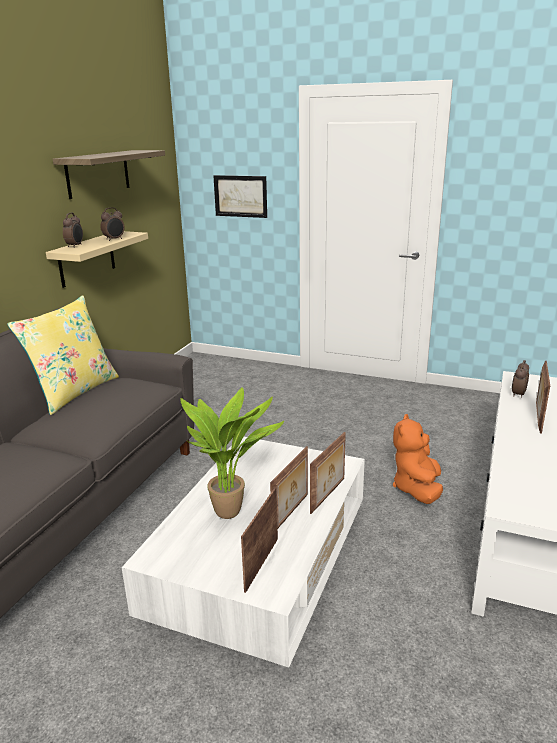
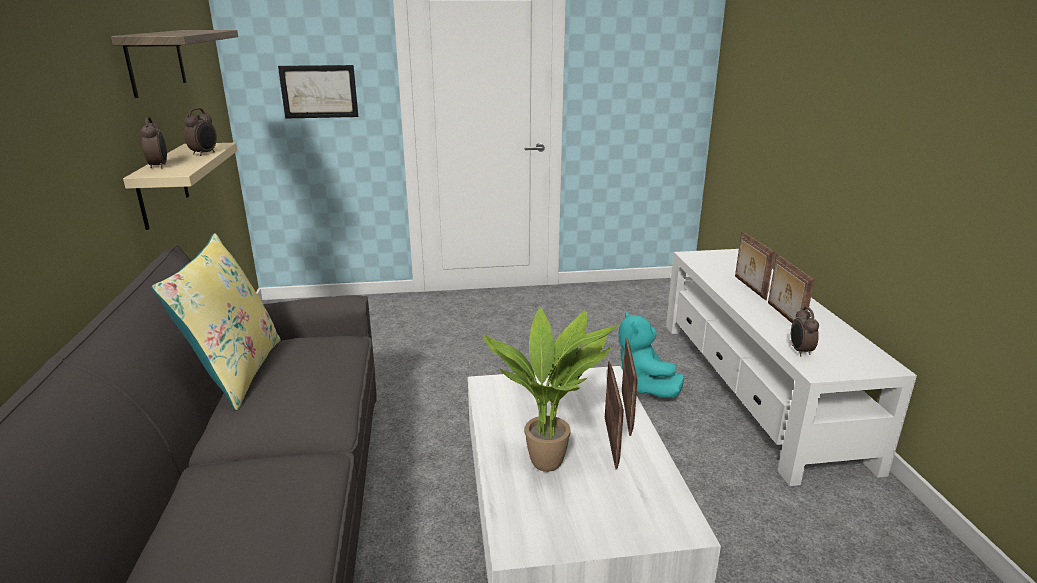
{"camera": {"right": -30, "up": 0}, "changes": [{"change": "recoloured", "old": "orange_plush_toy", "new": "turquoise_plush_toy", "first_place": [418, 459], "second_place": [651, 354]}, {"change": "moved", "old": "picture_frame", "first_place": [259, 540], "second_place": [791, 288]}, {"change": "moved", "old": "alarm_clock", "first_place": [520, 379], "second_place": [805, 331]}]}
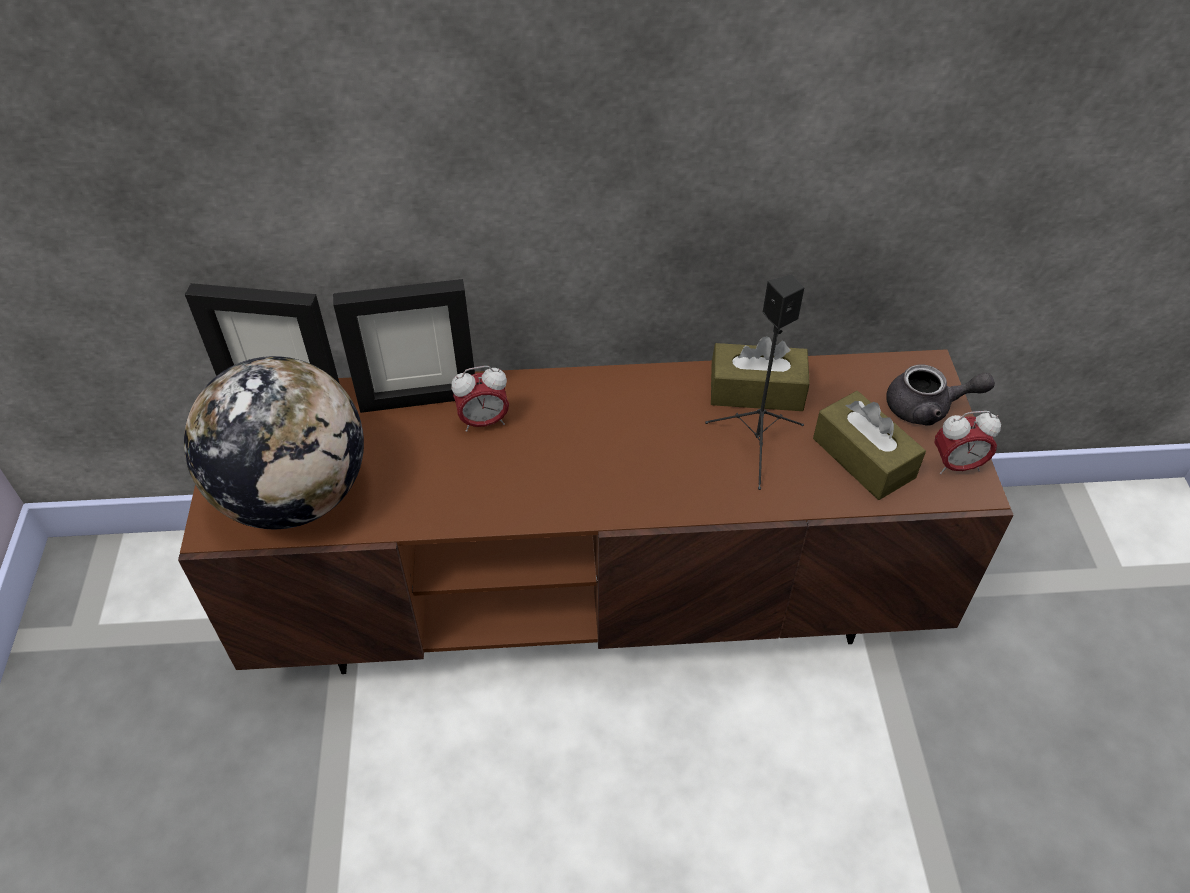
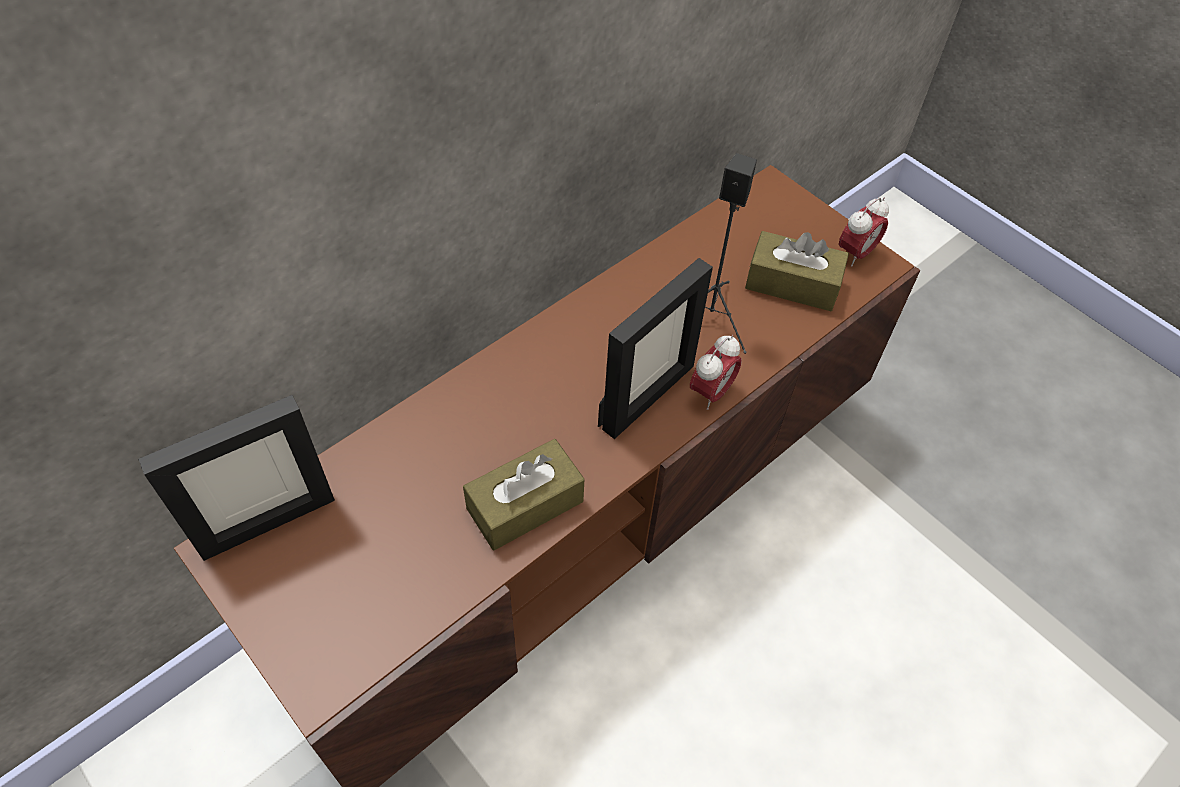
{"camera": {"right": -40, "up": 5}, "changes": [{"change": "moved", "old": "brown_tissue_box", "first_place": [760, 373], "second_place": [523, 494]}, {"change": "moved", "old": "picture_frame", "first_place": [404, 346], "second_place": [655, 348]}, {"change": "moved", "old": "alarm_clock", "first_place": [480, 399], "second_place": [716, 372]}, {"change": "removed", "old": "globe", "first_place": [274, 442]}, {"change": "removed", "old": "grey_teapot", "first_place": [940, 395]}]}
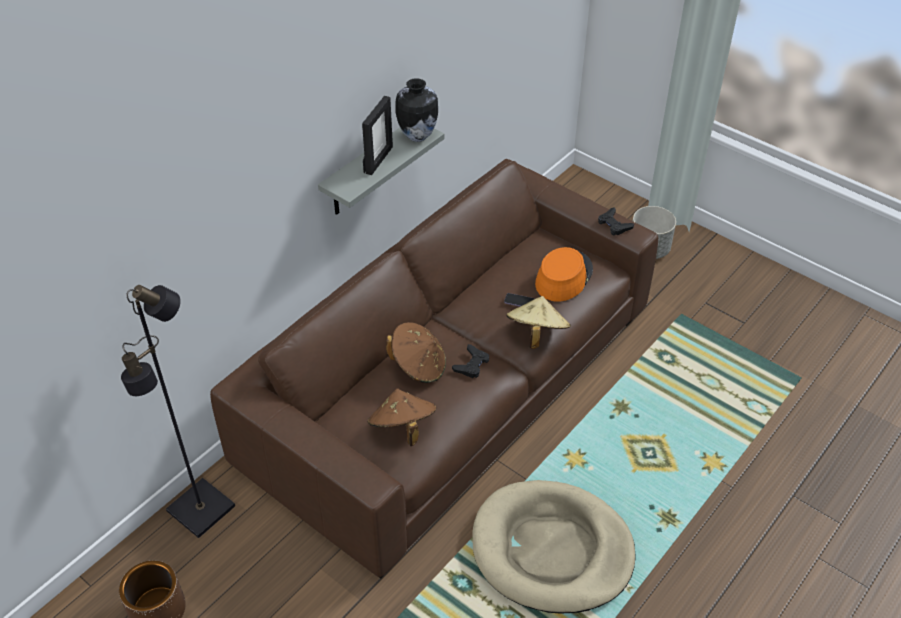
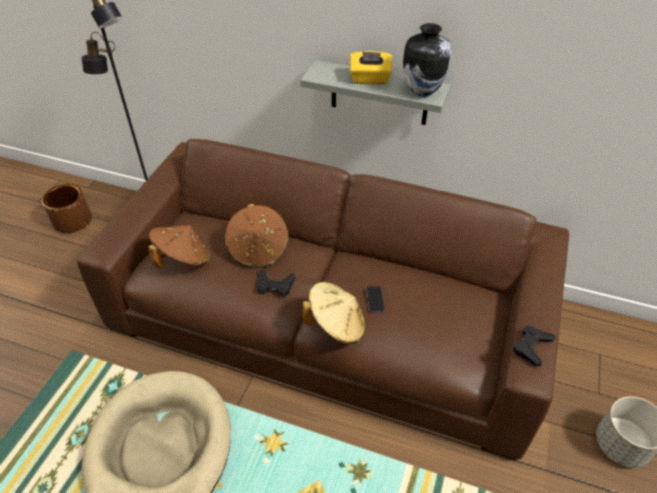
{"camera": {"right": 70, "up": 0}, "changes": [{"change": "replaced", "old": "picture_frame", "new": "yellow_tissue_box", "first_place": [377, 135], "second_place": [371, 68]}, {"change": "removed", "old": "orange_hat", "first_place": [564, 274]}]}
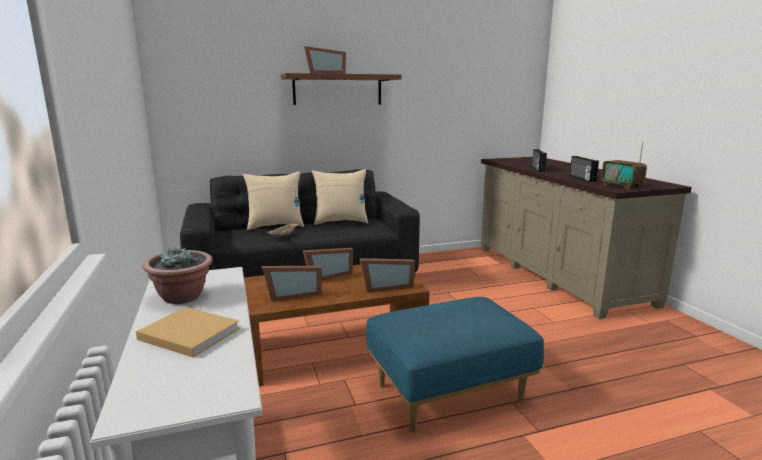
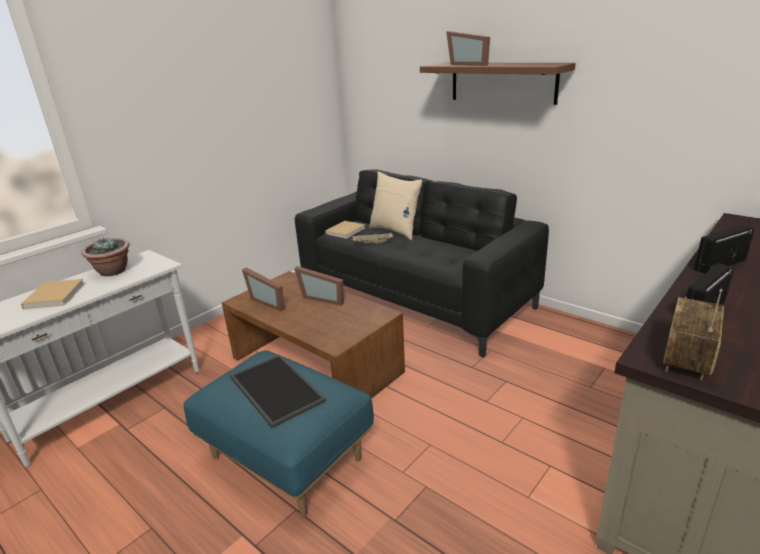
{"camera": {"right": 60, "up": 10}, "changes": [{"change": "added", "new": "tray", "second_place": [278, 391]}, {"change": "added", "new": "beige_book", "second_place": [345, 230]}, {"change": "removed", "old": "beige_pillow", "first_place": [340, 197]}, {"change": "removed", "old": "picture_frame", "first_place": [387, 275]}]}
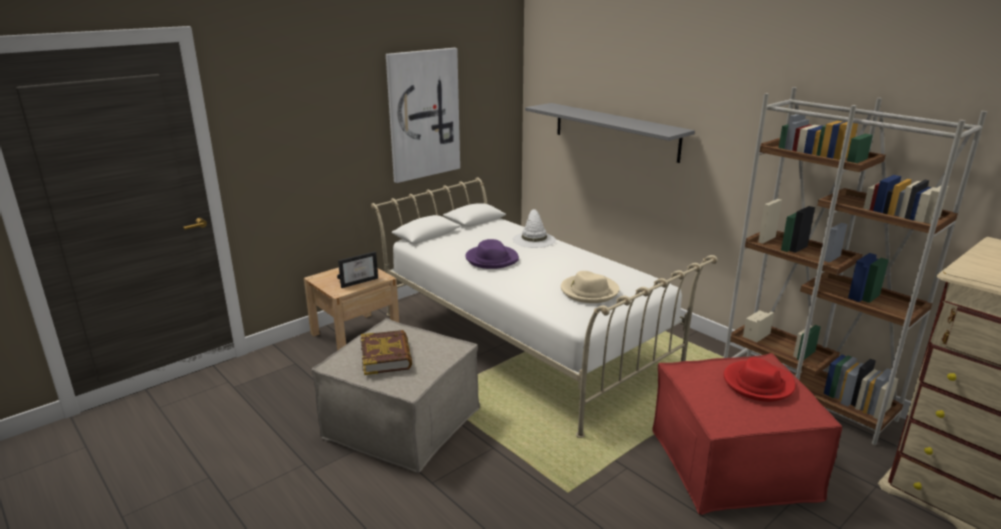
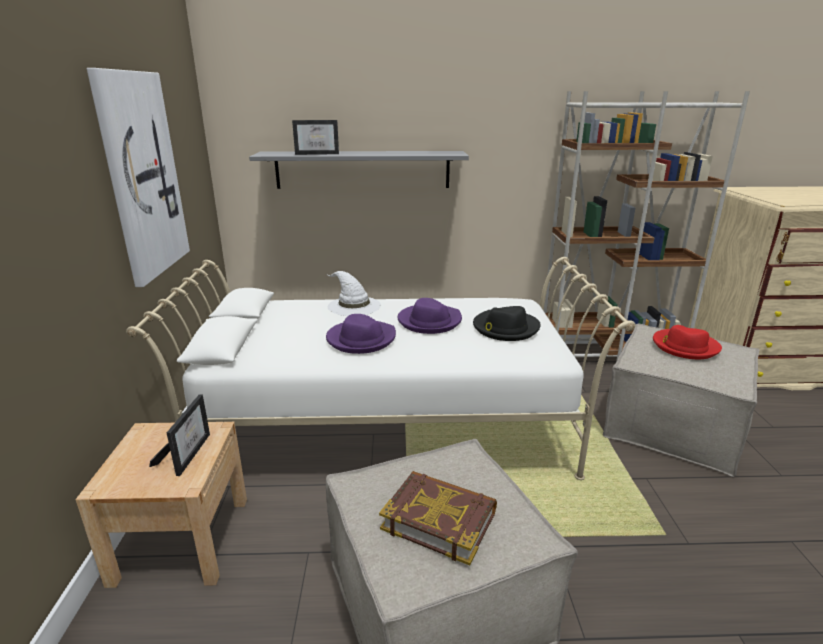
{"camera": {"right": -50, "up": 0}, "changes": [{"change": "added", "new": "picture_frame", "second_place": [315, 137]}, {"change": "added", "new": "purple_hat", "second_place": [430, 316]}, {"change": "recoloured", "old": "beige_hat", "new": "black_hat", "first_place": [590, 287], "second_place": [507, 323]}, {"change": "recoloured", "old": "red_ottoman", "new": "beige_ottoman", "first_place": [747, 434], "second_place": [681, 400]}]}
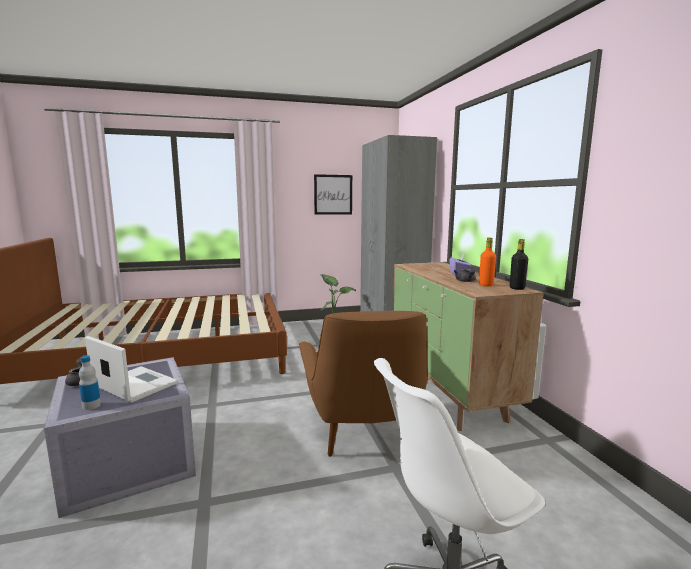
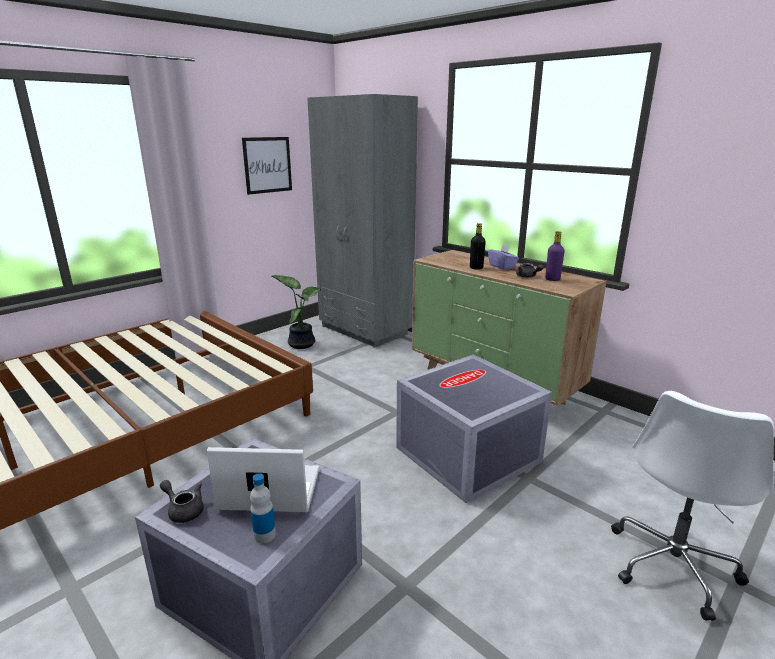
{"camera": {"right": -30, "up": 10}, "changes": [{"change": "replaced", "old": "brown_armchair", "new": "grey_storage_box", "first_place": [363, 384], "second_place": [474, 428]}, {"change": "moved", "old": "black_bottle", "first_place": [519, 264], "second_place": [478, 246]}, {"change": "recoloured", "old": "orange_bottle", "new": "purple_bottle", "first_place": [487, 262], "second_place": [554, 256]}]}
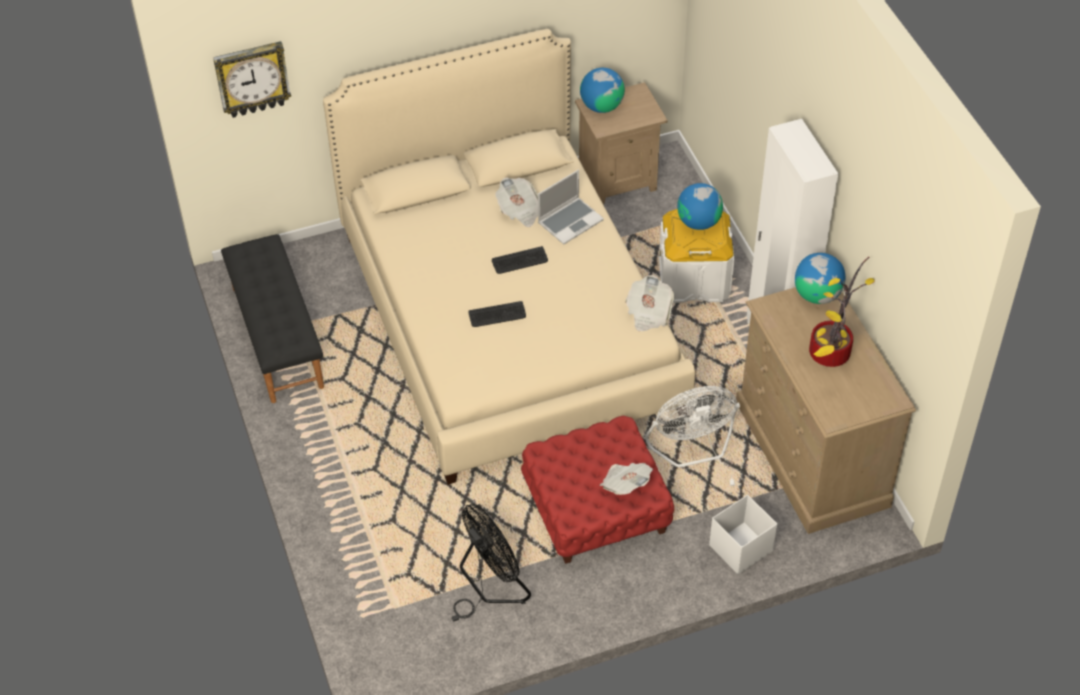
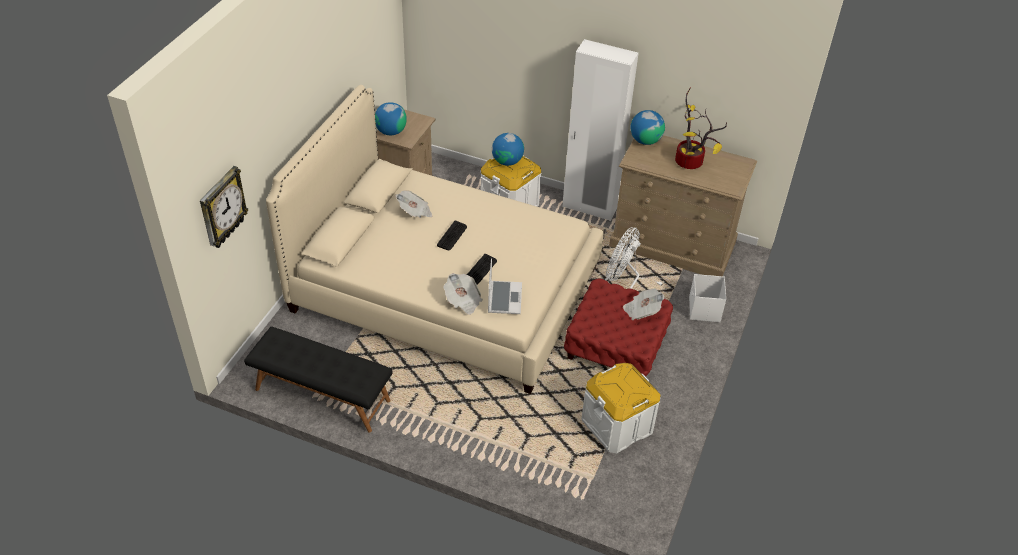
{"camera": {"right": -50, "up": -5}, "changes": [{"change": "moved", "old": "newspaper", "first_place": [650, 303], "second_place": [463, 294]}, {"change": "moved", "old": "laptop", "first_place": [571, 207], "second_place": [505, 286]}, {"change": "replaced", "old": "black_fan", "new": "white_storage_box", "first_place": [491, 563], "second_place": [621, 408]}]}
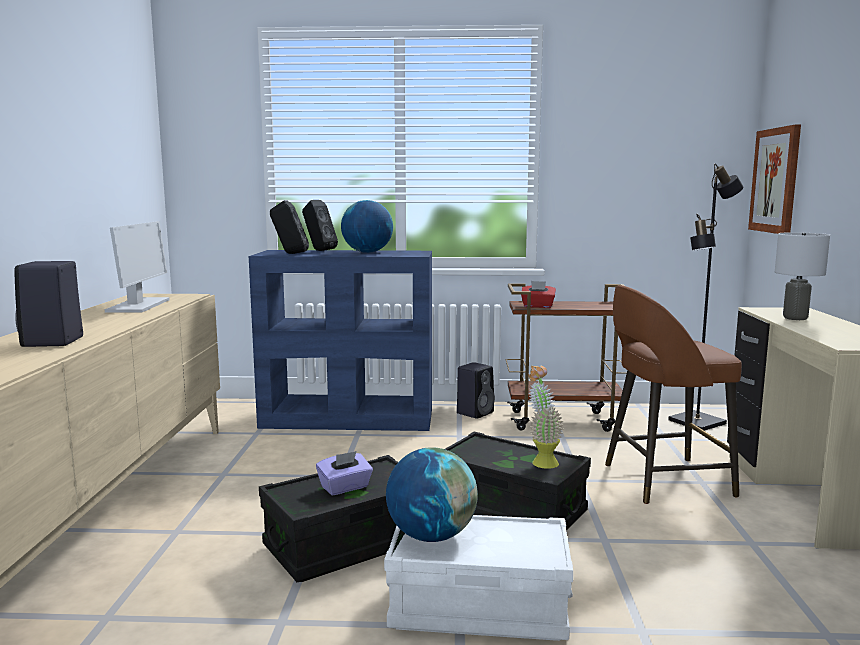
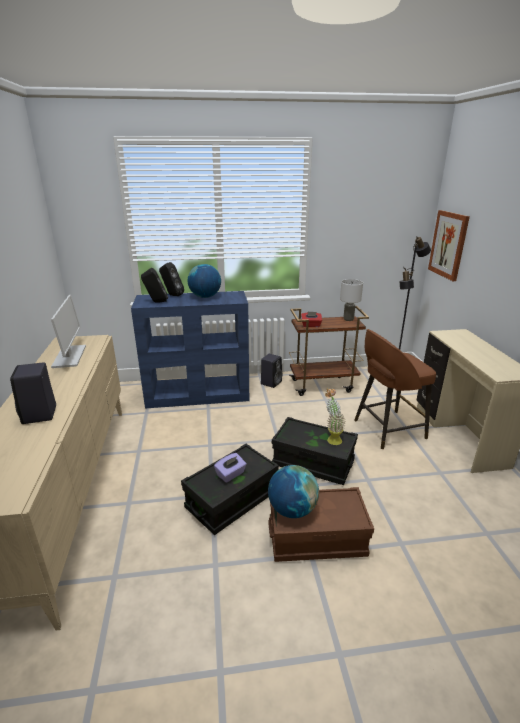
{"camera": {"right": -10, "up": 15}, "changes": [{"change": "recoloured", "old": "white_storage_box", "new": "brown_storage_box", "first_place": [478, 578], "second_place": [321, 524]}, {"change": "moved", "old": "white_table_lamp", "first_place": [802, 276], "second_place": [351, 300]}]}
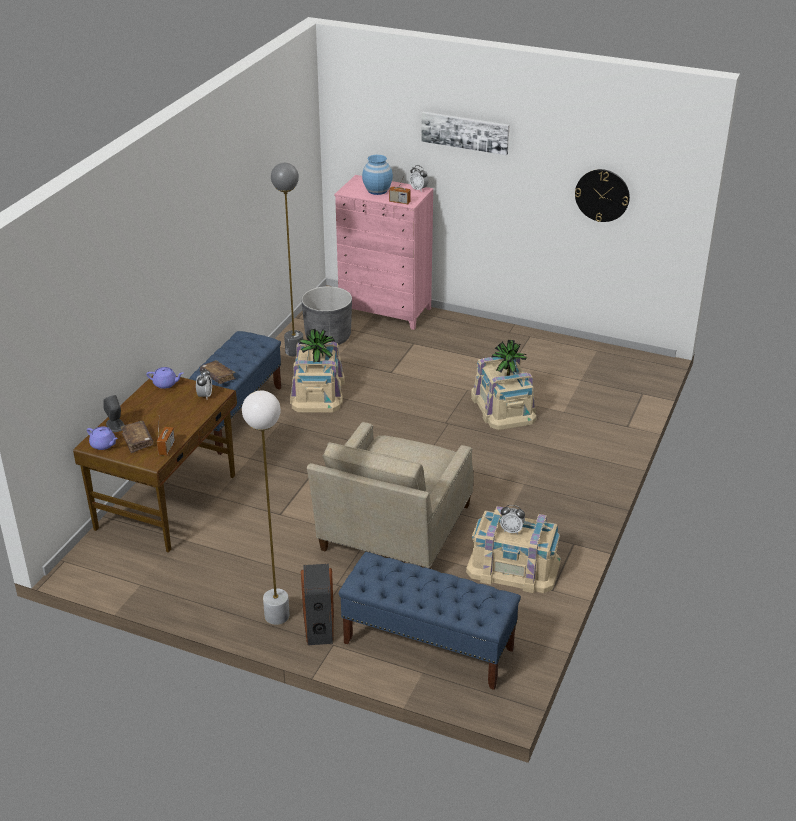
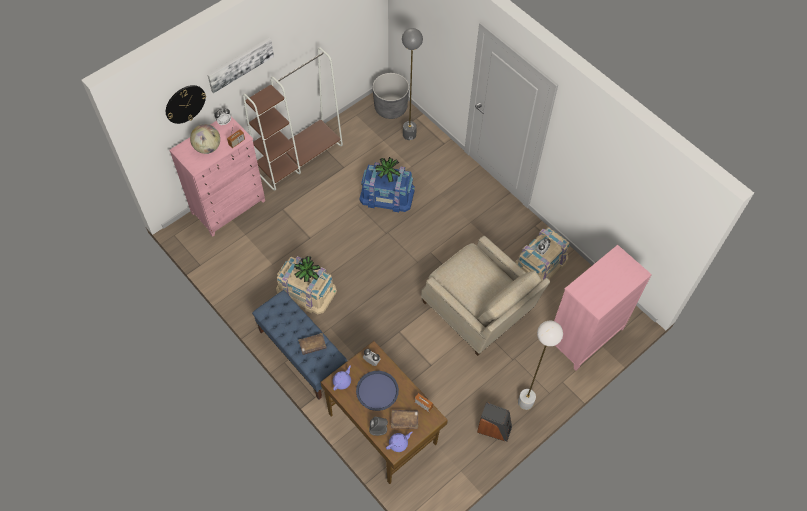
{"camera": {"right": -65, "up": 25}, "changes": [{"change": "moved", "old": "wall_clock", "first_place": [602, 195], "second_place": [186, 104]}, {"change": "replaced", "old": "blue_vase", "new": "globe", "first_place": [377, 175], "second_place": [205, 139]}, {"change": "added", "new": "brown_clothes_rack", "second_place": [293, 119]}, {"change": "added", "new": "blue_tray", "second_place": [377, 391]}, {"change": "recoloured", "old": "beige_storage_box", "new": "blue_storage_box", "first_place": [503, 393], "second_place": [387, 187]}, {"change": "moved", "old": "grey_planter", "first_place": [326, 315], "second_place": [391, 96]}, {"change": "moved", "old": "grey_floor_lamp", "first_place": [287, 260], "second_place": [412, 84]}, {"change": "moved", "old": "speaker", "first_place": [317, 604], "second_place": [494, 422]}, {"change": "replaced", "old": "blue_bench", "new": "pink_dresser", "first_place": [430, 621], "second_place": [603, 308]}]}
